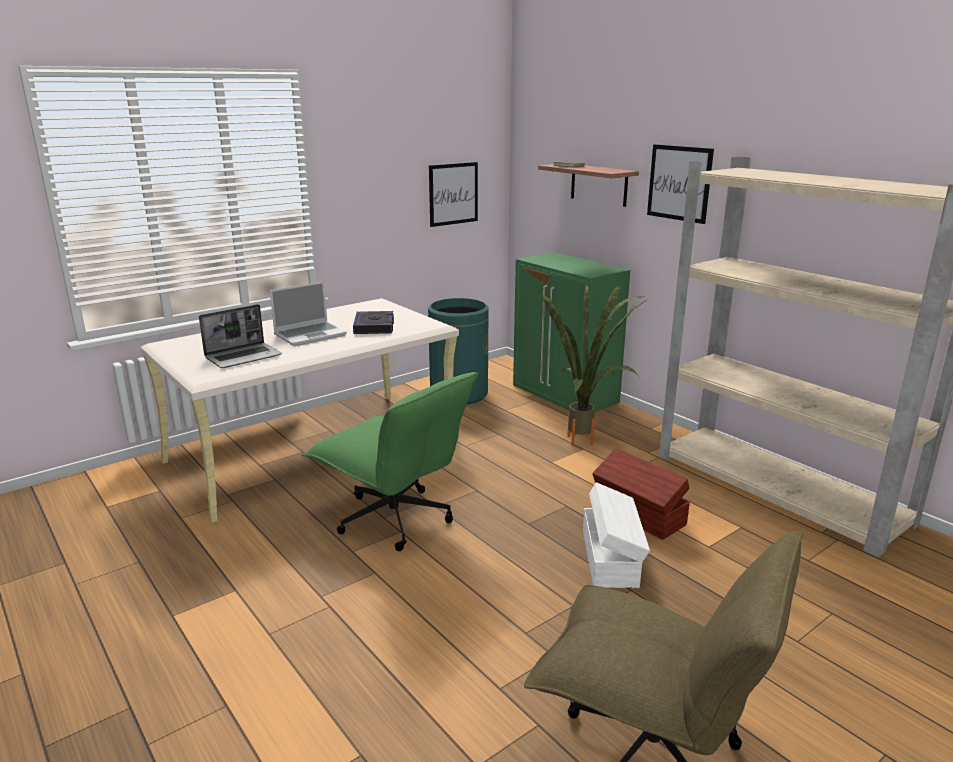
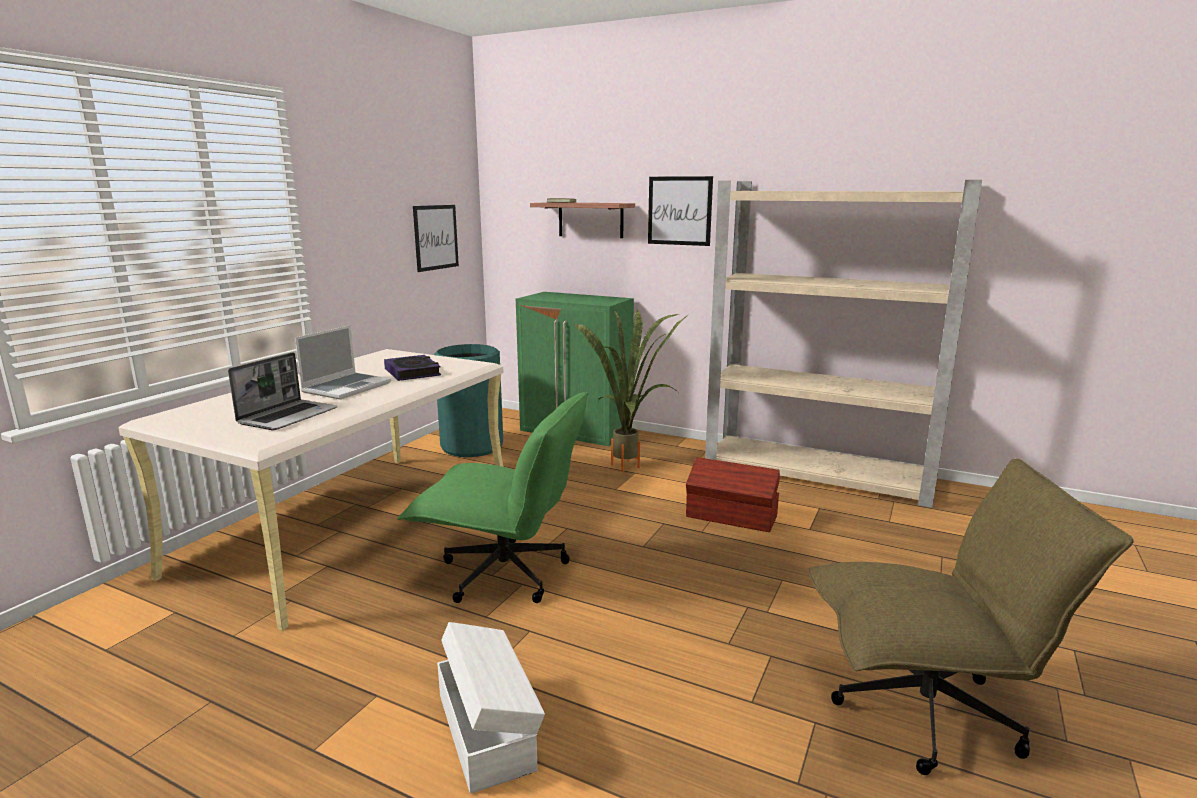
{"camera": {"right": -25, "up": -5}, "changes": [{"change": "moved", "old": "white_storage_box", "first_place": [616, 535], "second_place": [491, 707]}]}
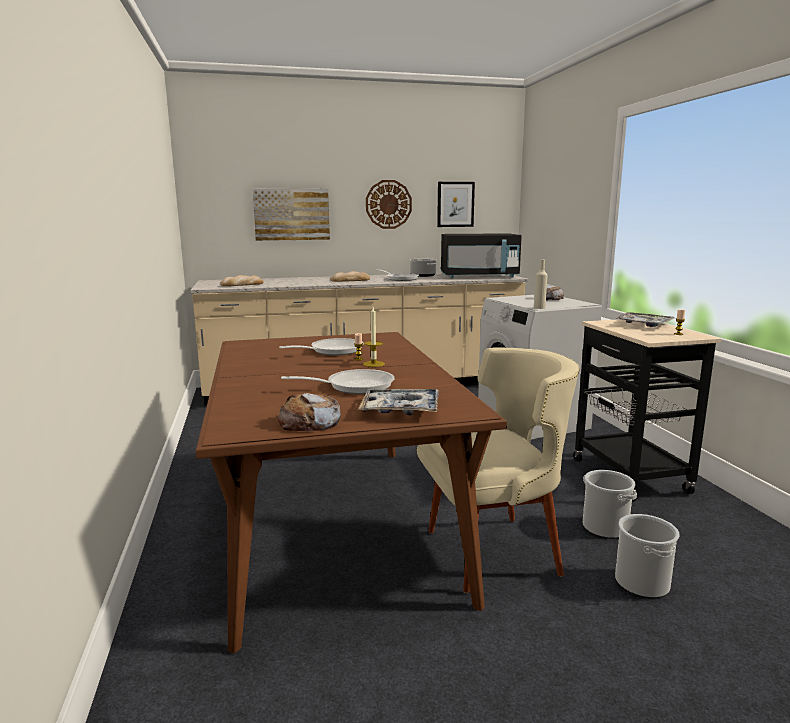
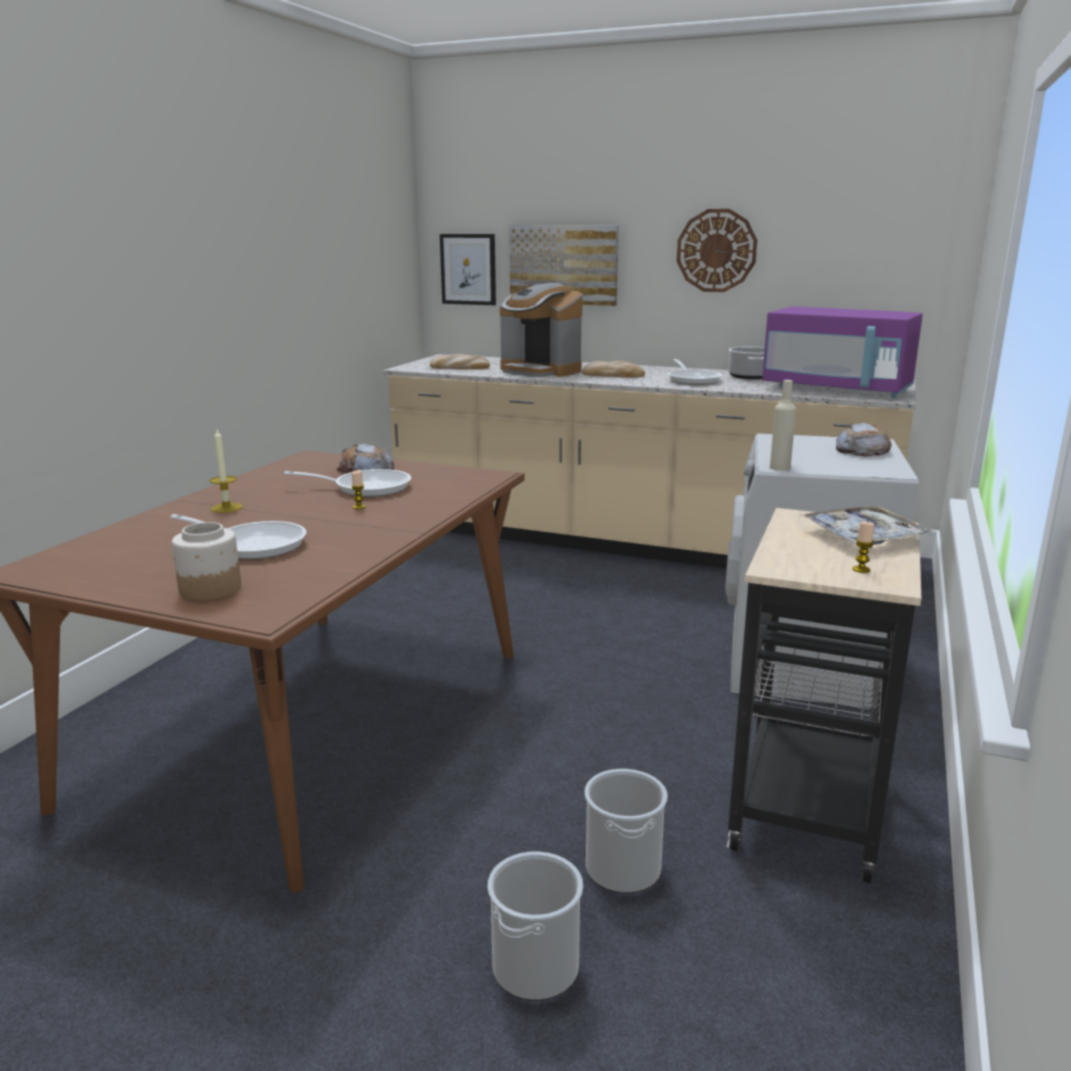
{"camera": {"right": 35, "up": 5}, "changes": [{"change": "replaced", "old": "tray", "new": "jar", "first_place": [398, 402], "second_place": [206, 561]}, {"change": "moved", "old": "candle", "first_place": [374, 337], "second_place": [226, 471]}, {"change": "moved", "old": "bread", "first_place": [309, 412], "second_place": [365, 459]}, {"change": "moved", "old": "picture", "first_place": [456, 204], "second_place": [468, 269]}, {"change": "added", "new": "coffee_machine", "second_place": [541, 330]}, {"change": "recoloured", "old": "black_microwave", "new": "purple_microwave", "first_place": [481, 256], "second_place": [842, 352]}, {"change": "removed", "old": "beige_chair", "first_place": [498, 470]}]}
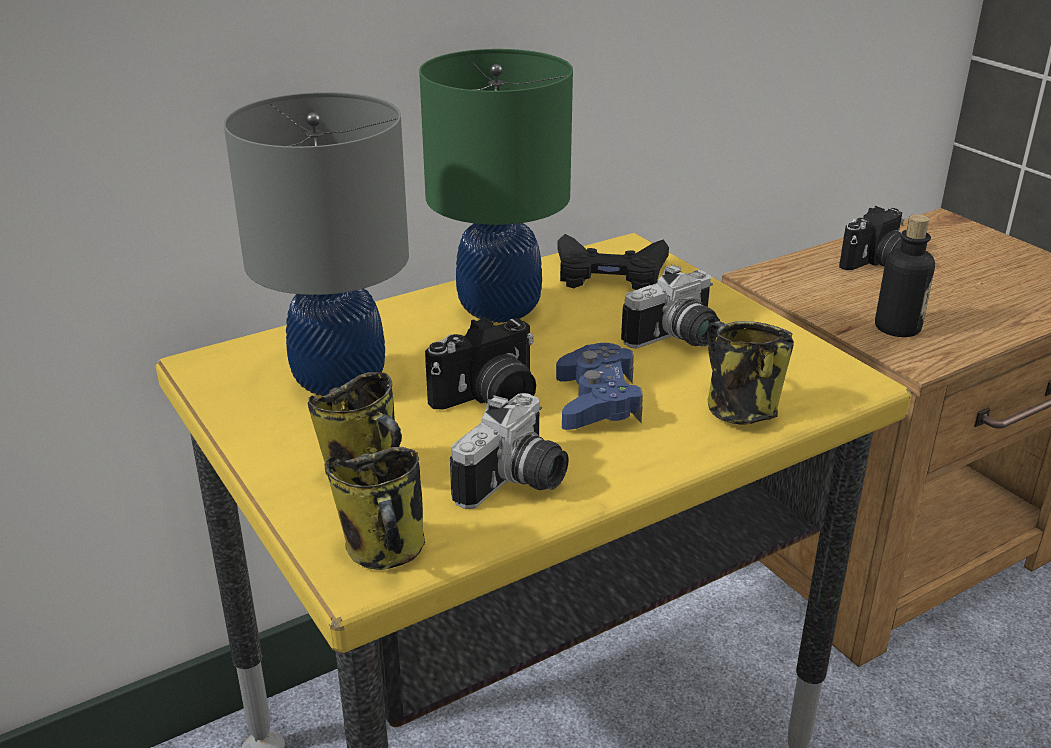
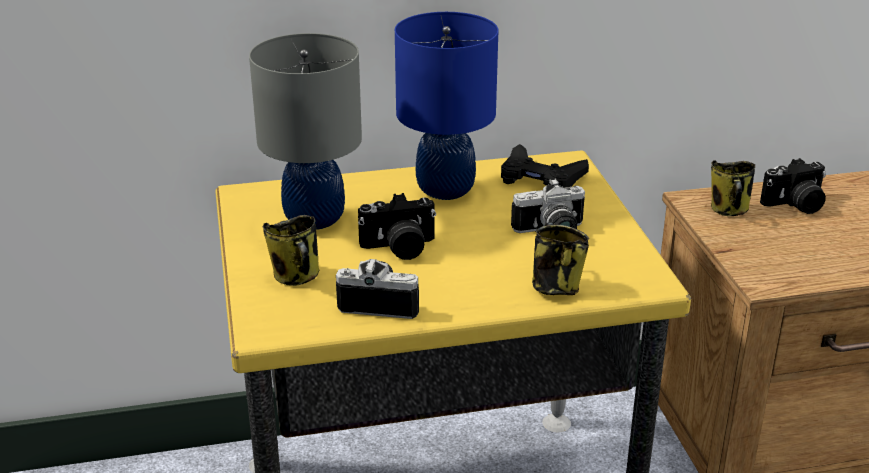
{"camera": {"right": 20, "up": 0}, "changes": [{"change": "turned", "old": "photo_camera", "first_place": [509, 451], "second_place": [377, 289], "degrees": -135}, {"change": "recoloured", "old": "green_table_lamp", "new": "blue_table_lamp", "first_place": [496, 186], "second_place": [446, 106]}, {"change": "moved", "old": "mug", "first_place": [375, 508], "second_place": [733, 188]}, {"change": "removed", "old": "blue_game_controller", "first_place": [599, 386]}, {"change": "removed", "old": "bottle", "first_place": [905, 275]}]}
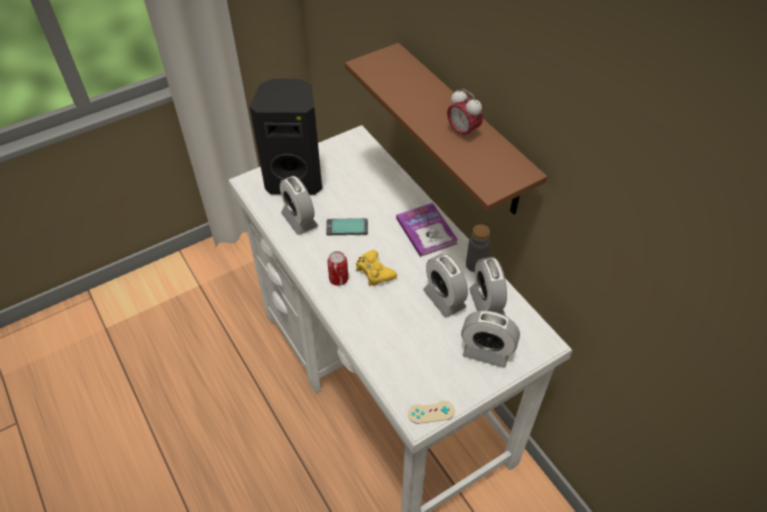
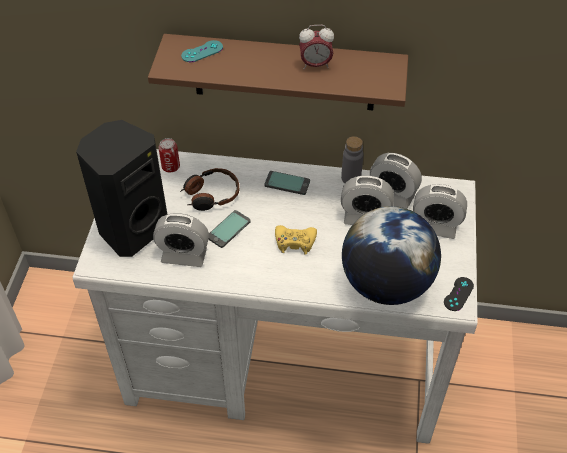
{"camera": {"right": -50, "up": 0}, "changes": [{"change": "moved", "old": "can", "first_place": [338, 268], "second_place": [169, 155]}, {"change": "added", "new": "headphones", "second_place": [209, 189]}, {"change": "added", "new": "turquoise_game_controller", "second_place": [202, 51]}, {"change": "replaced", "old": "book", "new": "phone", "first_place": [427, 230], "second_place": [287, 183]}, {"change": "added", "new": "globe", "second_place": [391, 255]}, {"change": "turned", "old": "alarm_clock", "first_place": [490, 339], "second_place": [440, 211], "degrees": 45}, {"change": "recoloured", "old": "beige_game_controller", "new": "black_game_controller", "first_place": [431, 412], "second_place": [459, 294]}]}
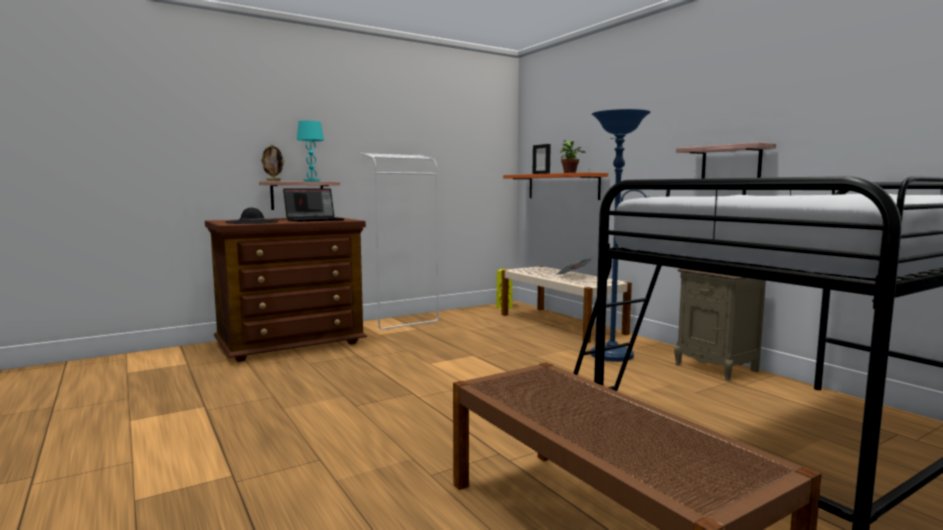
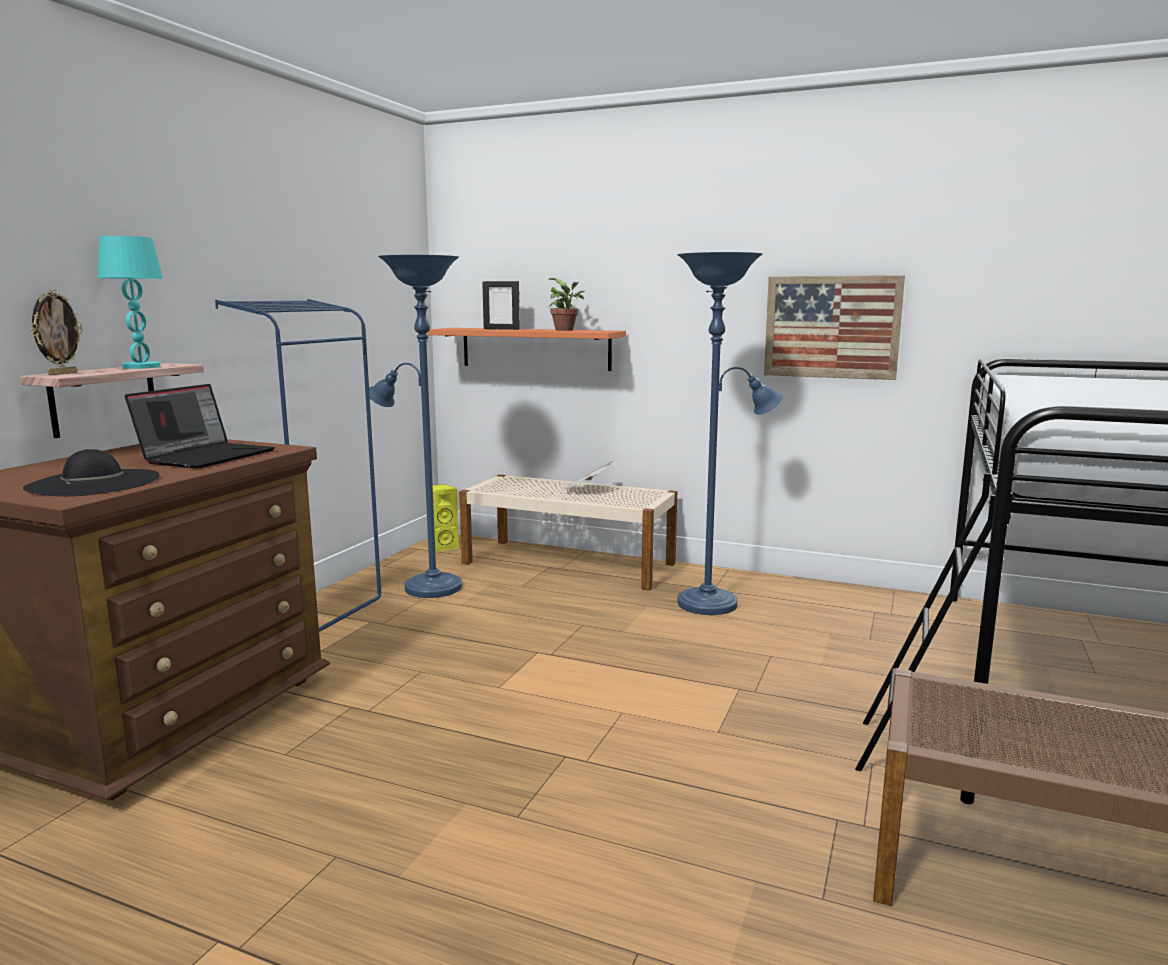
{"camera": {"right": -35, "up": 5}, "changes": [{"change": "recoloured", "old": "white_clothes_rack", "new": "blue_clothes_rack", "first_place": [399, 240], "second_place": [298, 465]}, {"change": "added", "new": "blue_floor_lamp", "second_place": [415, 426]}, {"change": "replaced", "old": "shelf", "new": "picture", "first_place": [726, 160], "second_place": [834, 327]}, {"change": "removed", "old": "beige_nightstand", "first_place": [720, 324]}]}
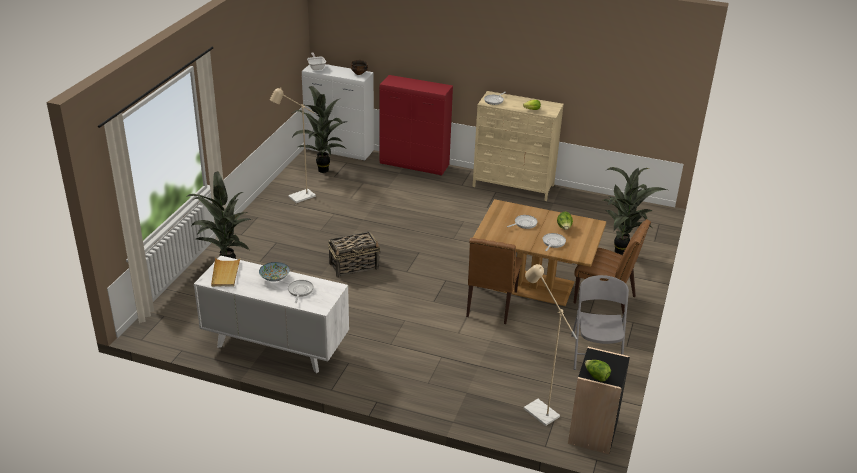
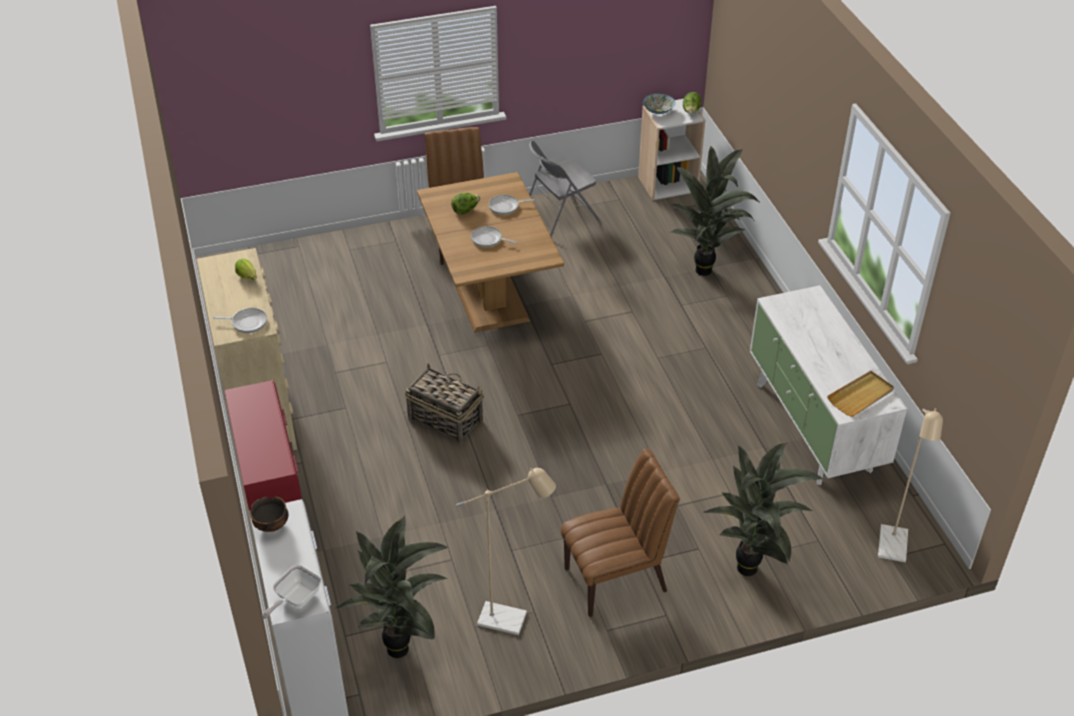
{"camera": {"right": -125, "up": 10}, "changes": [{"change": "moved", "old": "basket", "first_place": [354, 255], "second_place": [444, 404]}, {"change": "moved", "old": "brown_chair", "first_place": [494, 281], "second_place": [620, 533]}, {"change": "recoloured", "old": "black_bookcase", "new": "white_bookcase", "first_place": [599, 400], "second_place": [672, 149]}, {"change": "moved", "old": "bowl", "first_place": [274, 272], "second_place": [659, 103]}, {"change": "moved", "old": "potted_plant", "first_place": [635, 211], "second_place": [714, 211]}, {"change": "moved", "old": "beige_floor_lamp", "first_place": [550, 345], "second_place": [910, 485]}, {"change": "removed", "old": "frying_pan", "first_place": [301, 291]}]}
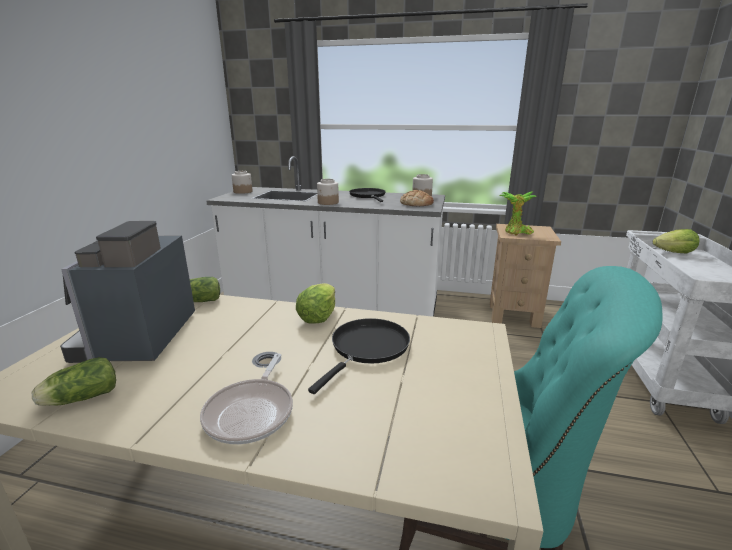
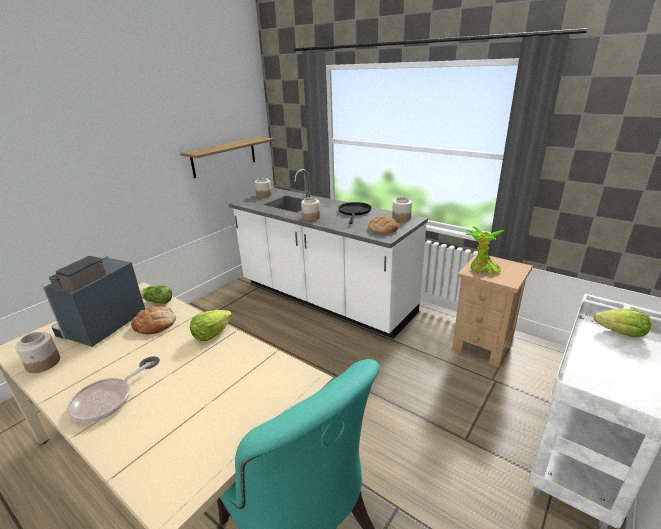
{"camera": {"right": 25, "up": 5}, "changes": [{"change": "replaced", "old": "lettuce", "new": "jar", "first_place": [74, 381], "second_place": [37, 352]}, {"change": "added", "new": "bread", "second_place": [153, 320]}, {"change": "added", "new": "shelf", "second_place": [227, 157]}, {"change": "removed", "old": "black_frying_pan", "first_place": [359, 356]}]}
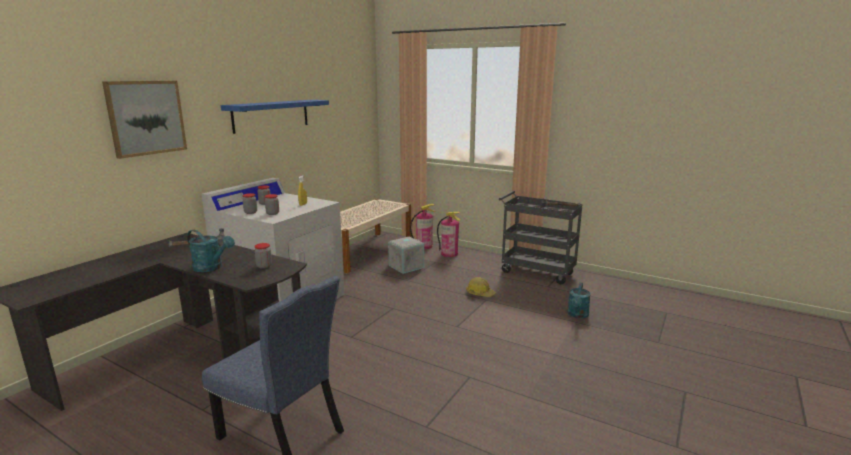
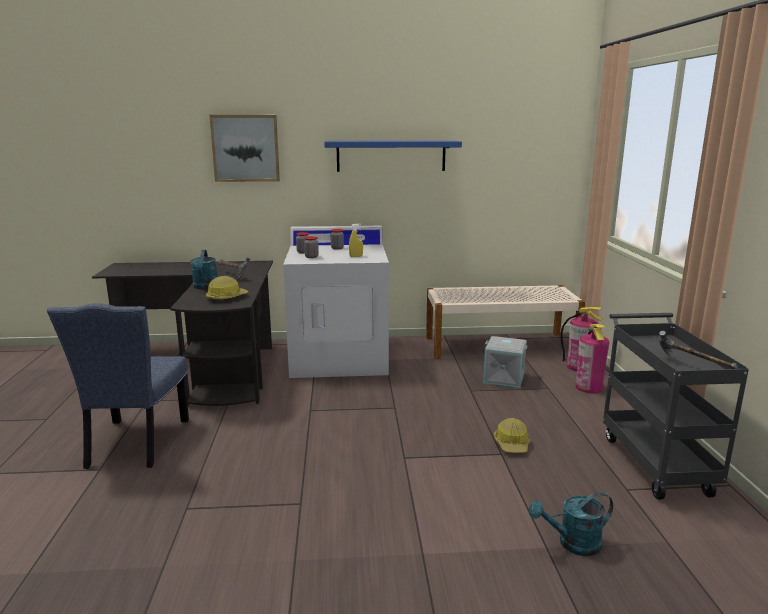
{"camera": {"right": 55, "up": 0}, "changes": [{"change": "replaced", "old": "jar", "new": "hard_hat", "first_place": [263, 256], "second_place": [227, 289]}]}
